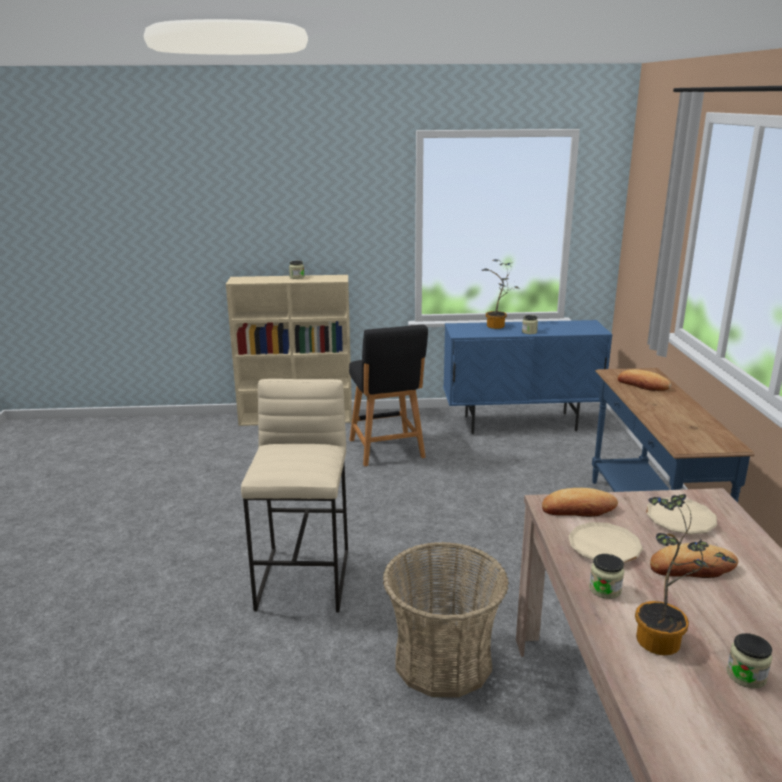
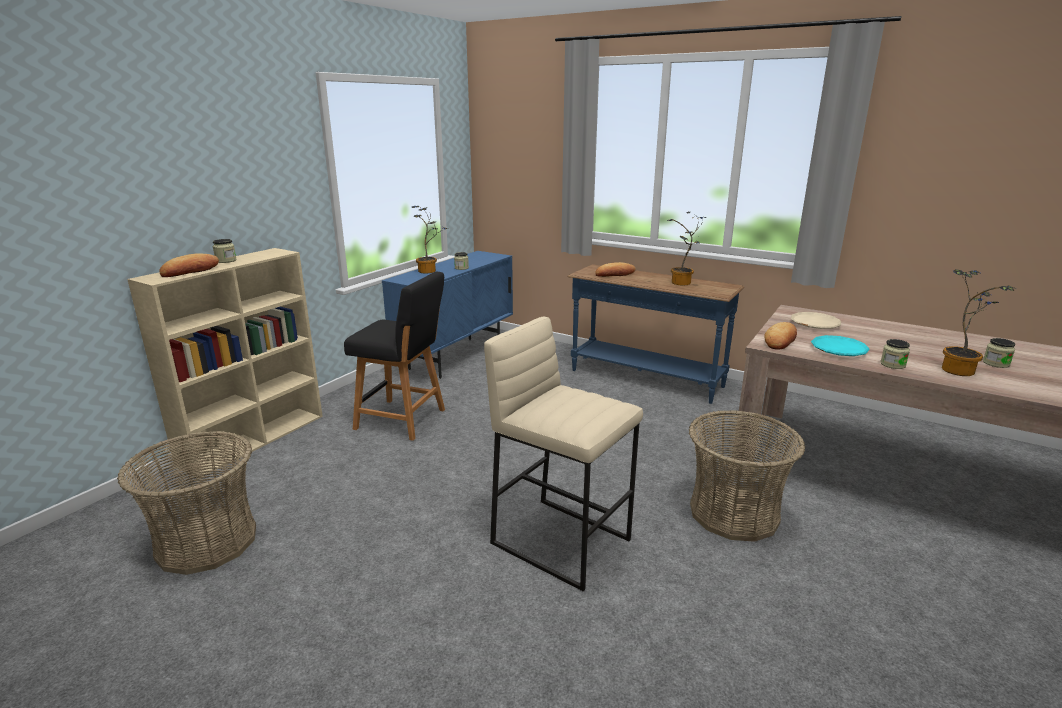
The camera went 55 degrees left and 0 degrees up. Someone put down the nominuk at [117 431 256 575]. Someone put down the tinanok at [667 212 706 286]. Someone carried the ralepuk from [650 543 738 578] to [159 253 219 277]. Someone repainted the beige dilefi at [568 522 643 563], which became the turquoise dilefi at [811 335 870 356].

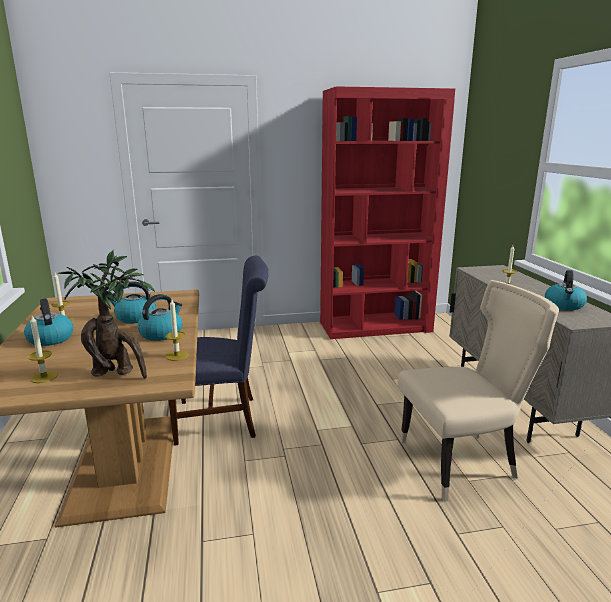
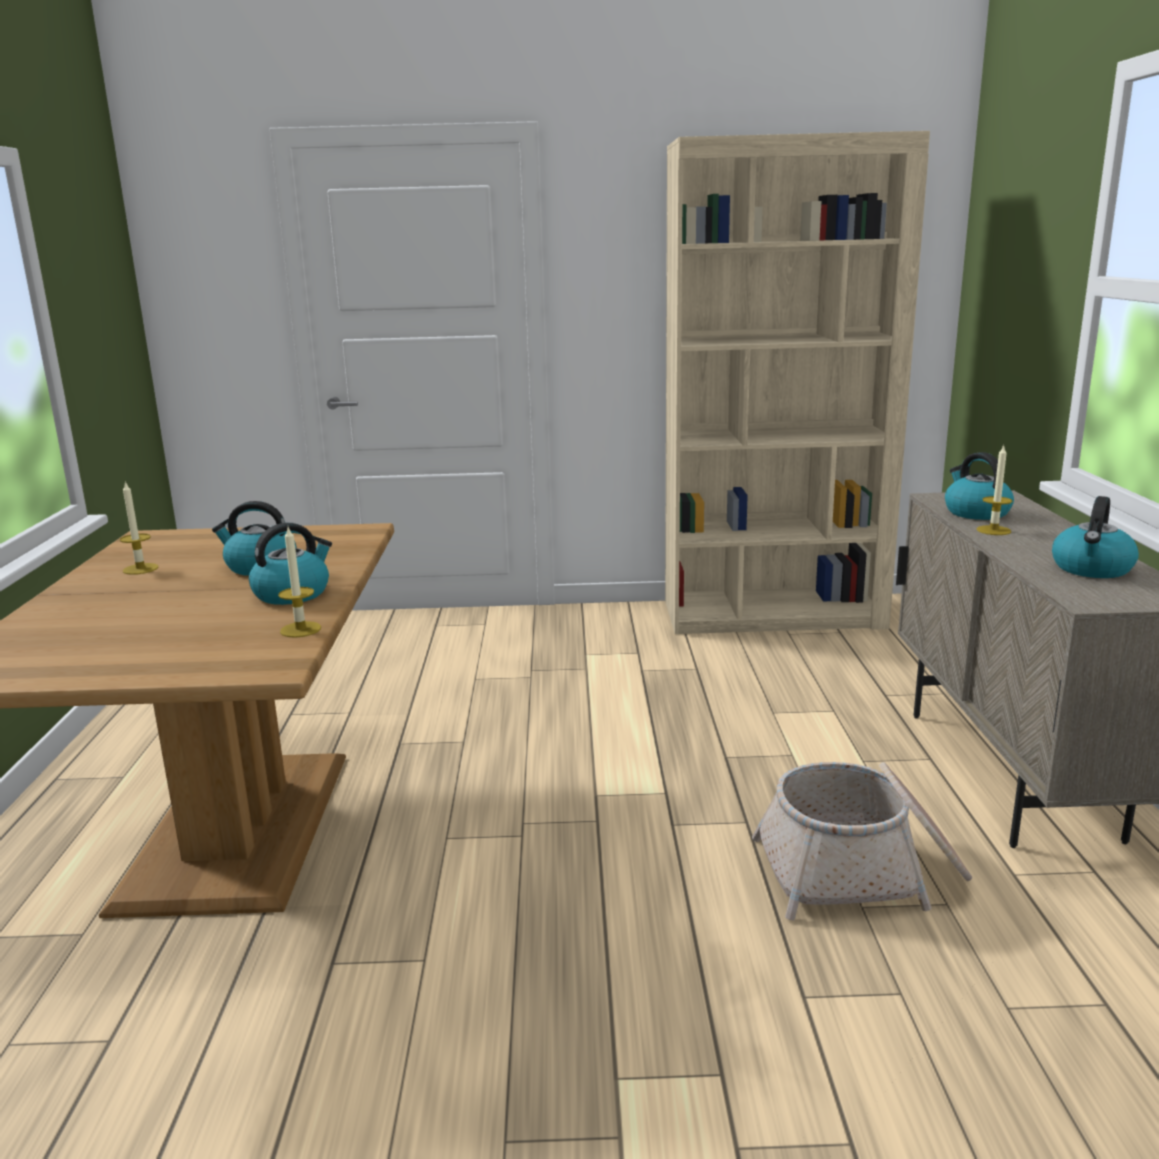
The camera went 10 degrees right and 0 degrees up. Someone took away the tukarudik at [28 316 58 383]. Someone took away the tinanok at [58 250 155 379]. Someone took away the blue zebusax at [168 256 269 446]. Someone carried the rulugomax from [24 298 73 346] to [945 452 1014 520]. Someone swapped the beige zebusax at [398 280 559 502] for the nominuk at [752 762 972 921]. Someone repainted the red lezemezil at [320 86 455 339], which became the beige lezemezil at [665 131 930 634].

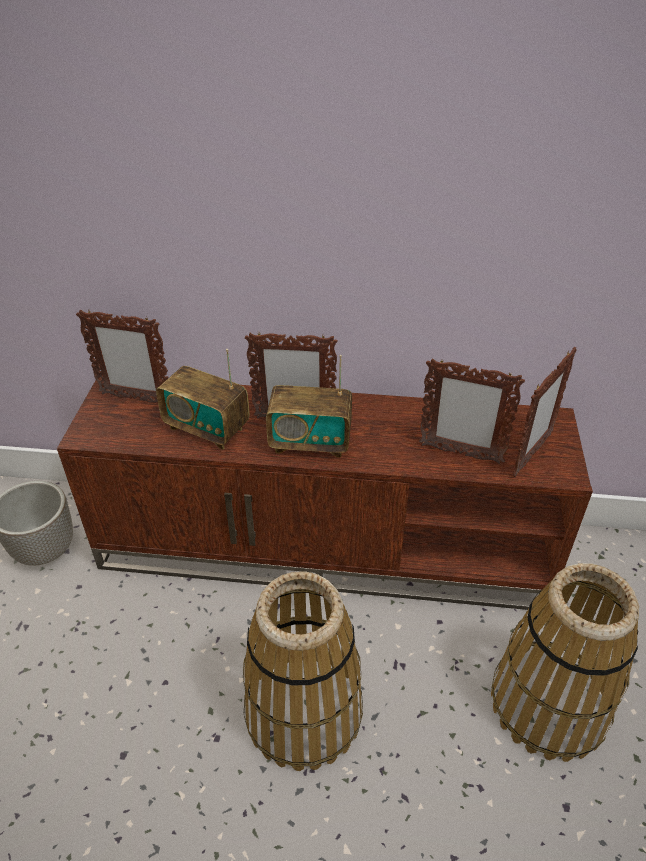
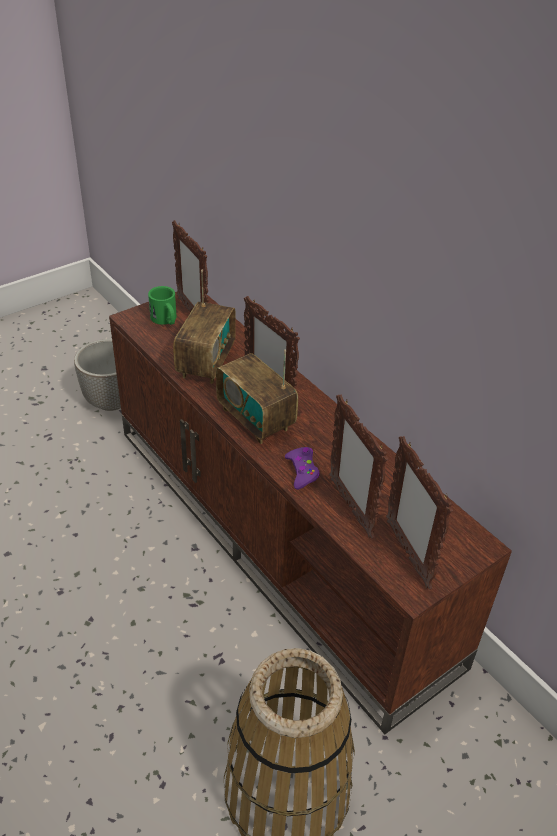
The camera went 45 degrees right and 0 degrees up. Someone took away the nominuk at [243 571 363 771]. Someone put down the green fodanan at [148 286 177 325]. Someone put down the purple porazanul at [285 447 320 490]. Someone rotated the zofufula at [156 349 249 450] by 150 degrees counterclockwise. Someone rotated the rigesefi at [513 347 577 477] by 75 degrees clockwise.

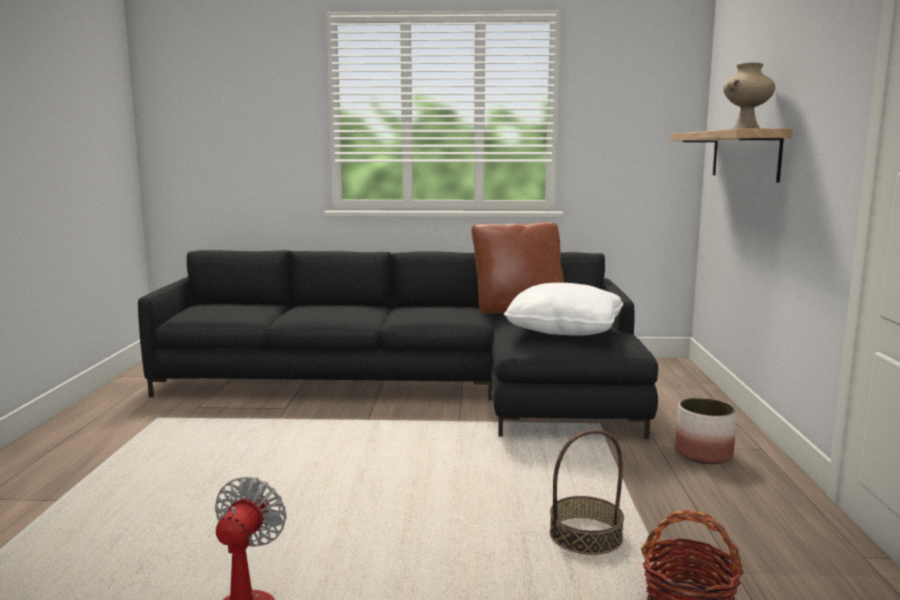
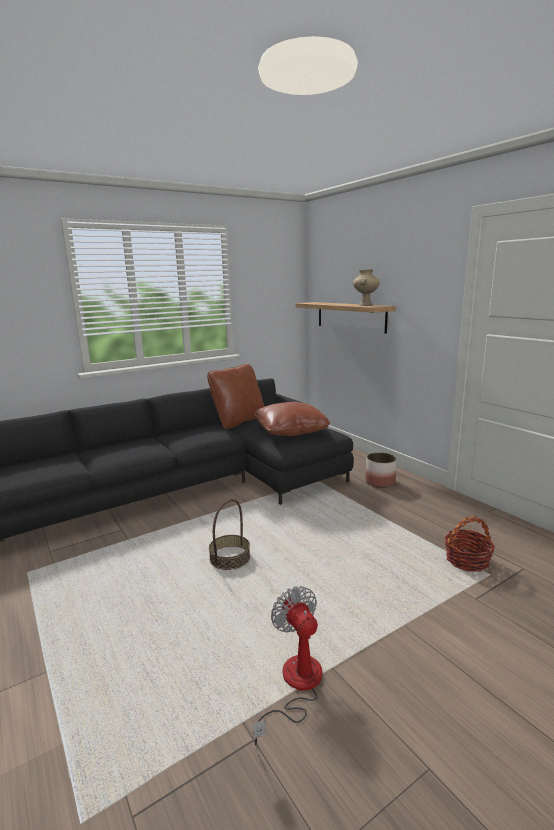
The camera went 35 degrees left and 5 degrees up. Someone carried the nominuk from [550 429 624 555] to [209 499 250 570]. Someone repainted the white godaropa at [504 283 623 336], which became the brown godaropa at [254 402 330 436].

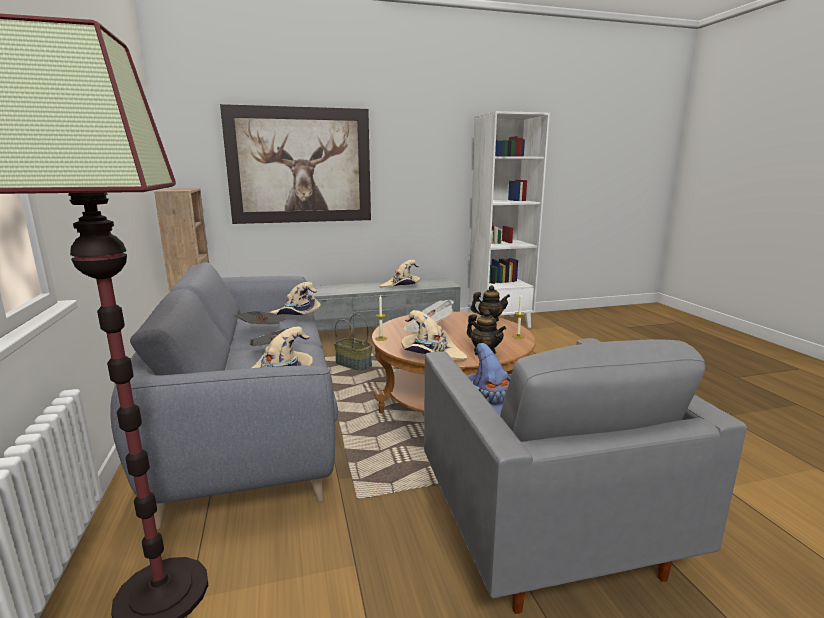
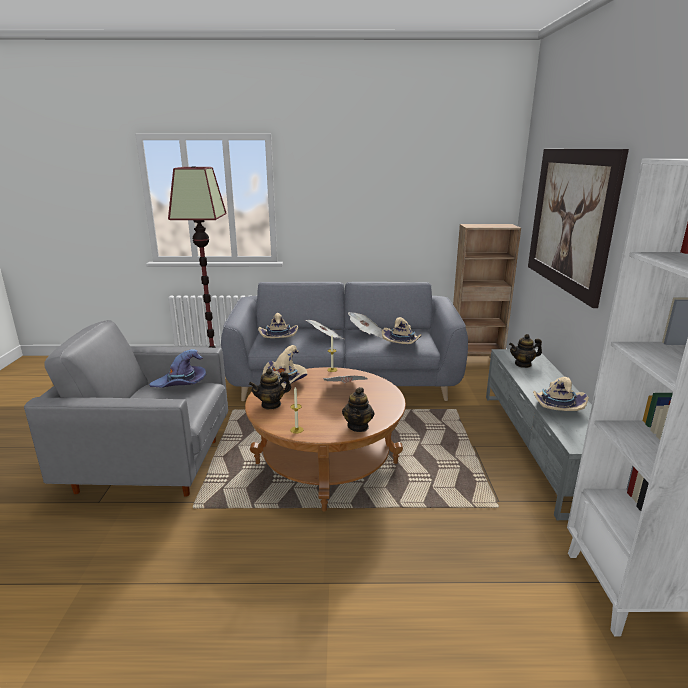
The camera went 105 degrees right and 5 degrees up. Someone took away the nominuk at [334 314 372 371]. Someone put down the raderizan at [509 334 542 368].

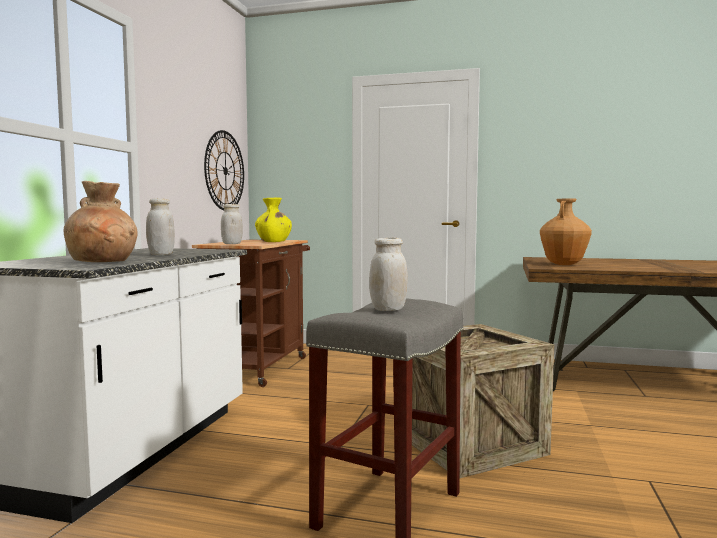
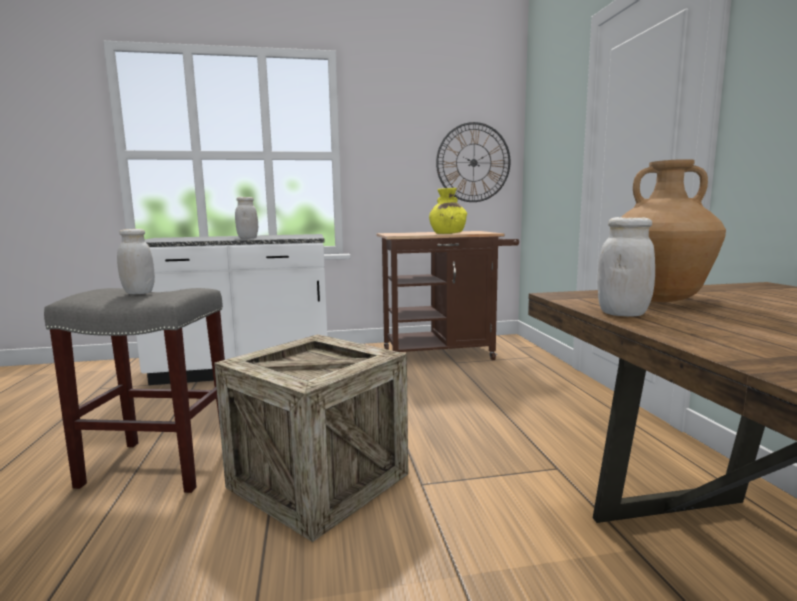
The camera went 65 degrees right and 5 degrees up. Someone took away the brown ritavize at [64 181 138 262]. Someone carried the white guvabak from [221 204 243 244] to [597 217 655 317].

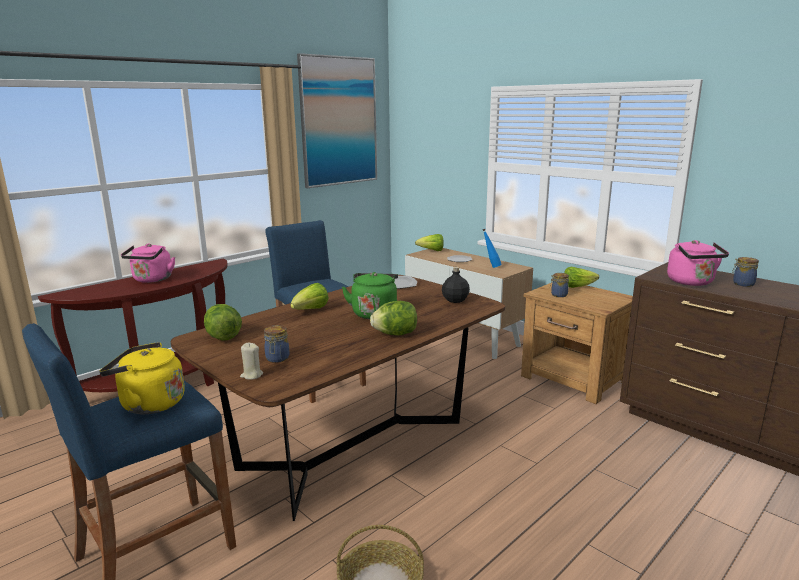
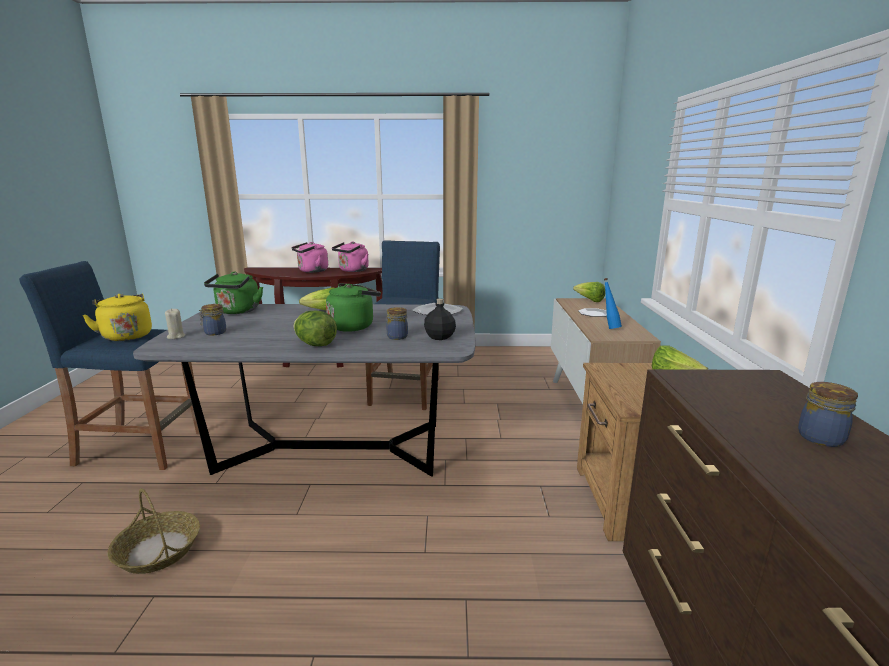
The camera went 45 degrees right and 0 degrees up. Someone took away the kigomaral at [297 53 377 188]. Someone carried the guvabak from [550 273 569 297] to [387 307 408 340]. Someone carried the pink rulugomax from [667 240 729 286] to [332 241 369 272]. Someone swapped the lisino at [204 304 242 340] for the green rulugomax at [204 272 263 314]. Someone repainted the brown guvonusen at [171 275 505 521], which became the grey guvonusen at [133 304 475 477].

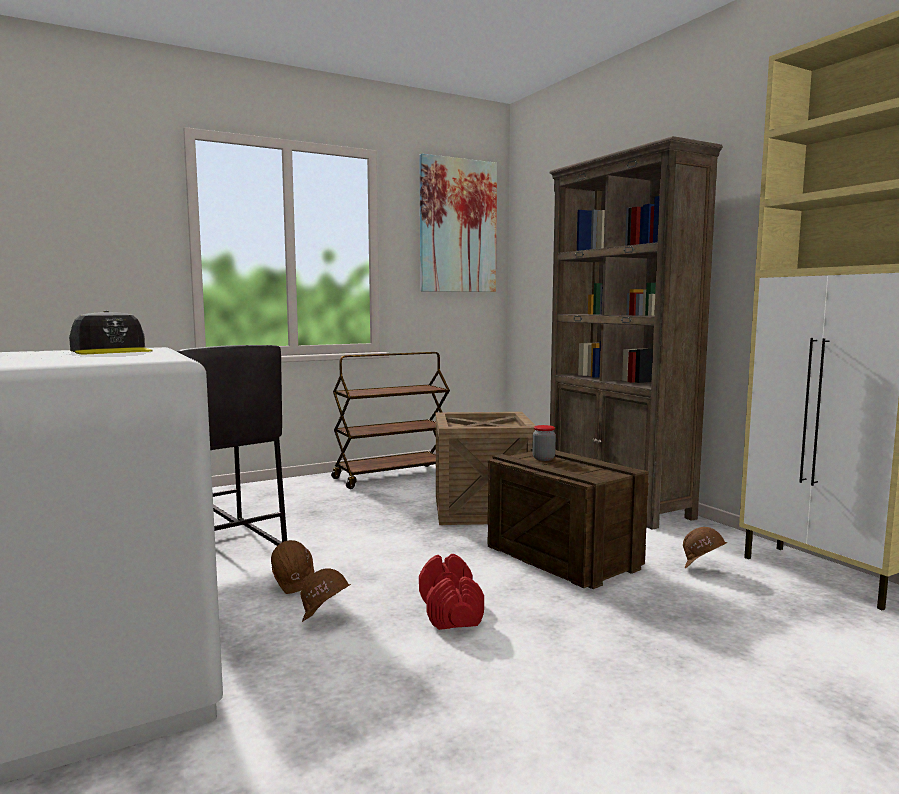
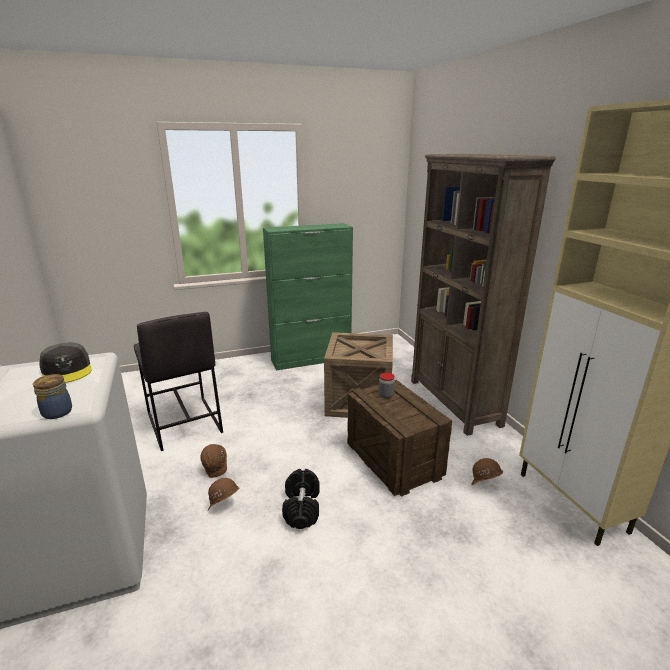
The camera went 10 degrees right and 15 degrees up. Someone took away the kigomaral at [420 154 497 292]. Someone put down the guvabak at [33 374 72 419]. Someone swapped the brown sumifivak at [331 352 450 489] for the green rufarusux at [263 223 353 371]. Someone repainted the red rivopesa at [419 554 484 630], which became the black rivopesa at [282 469 320 529].

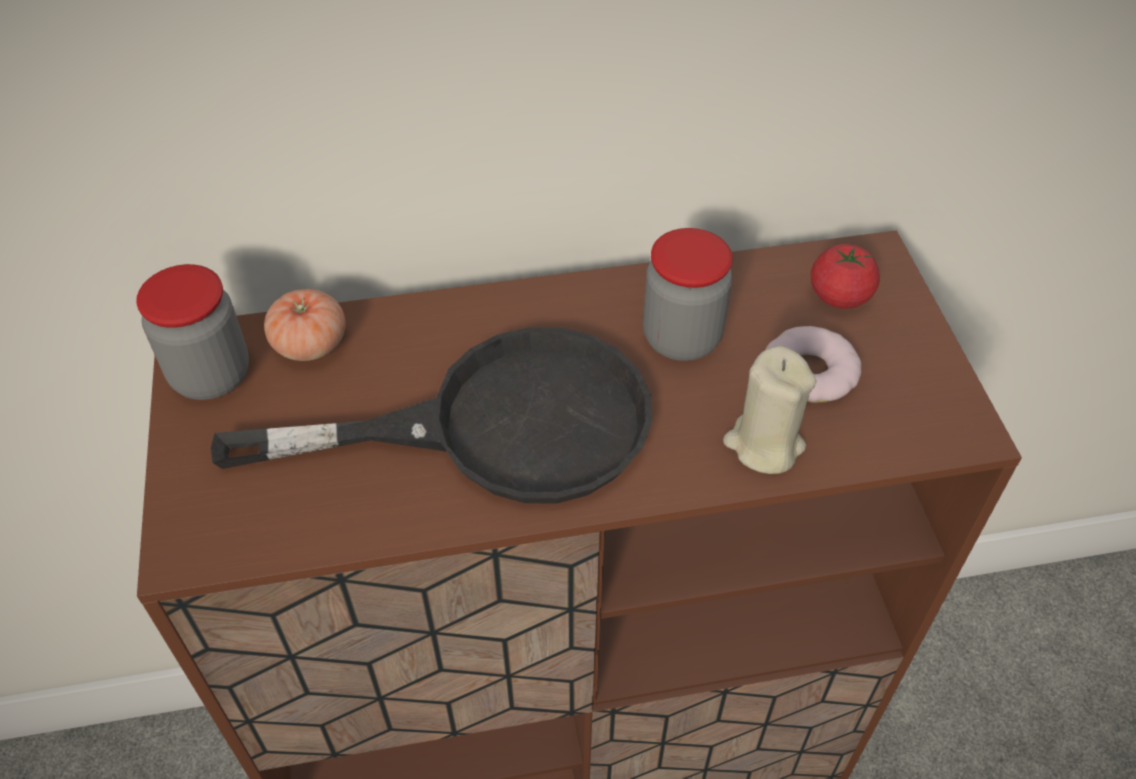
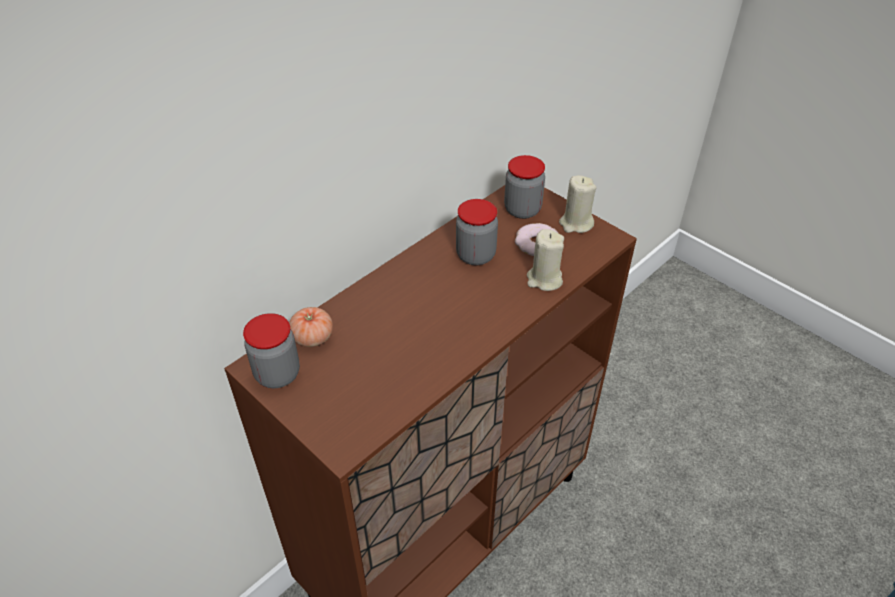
The camera went 35 degrees left and 5 degrees down. Someone took away the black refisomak at [211 327 652 504]. Someone put down the beige tukarudik at [559 175 596 233]. Someone swapped the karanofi at [811 244 880 309] for the guvabak at [504 155 545 219].

